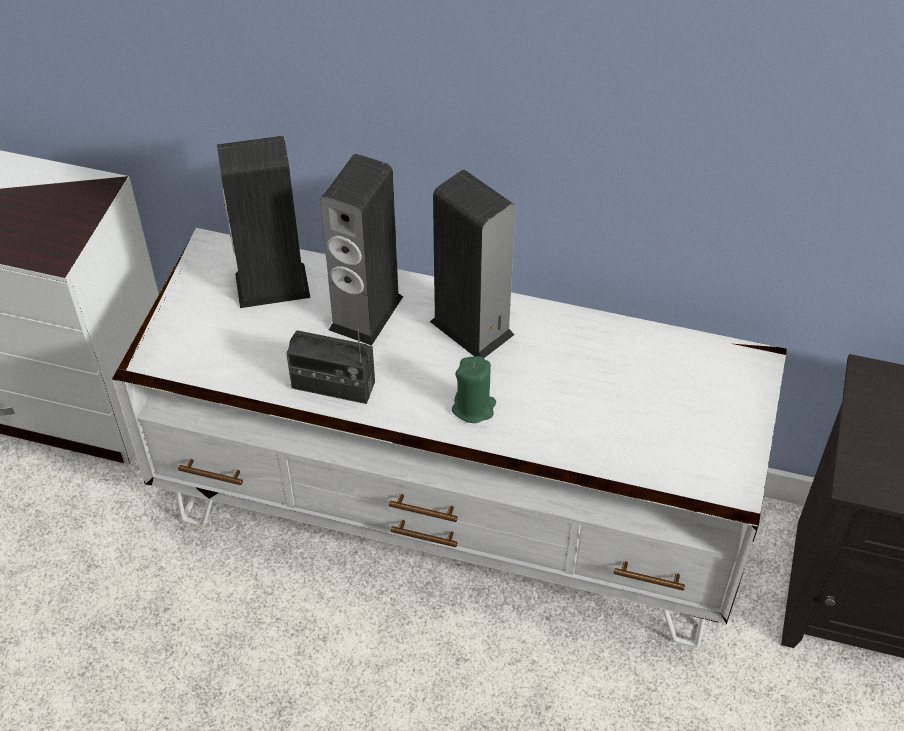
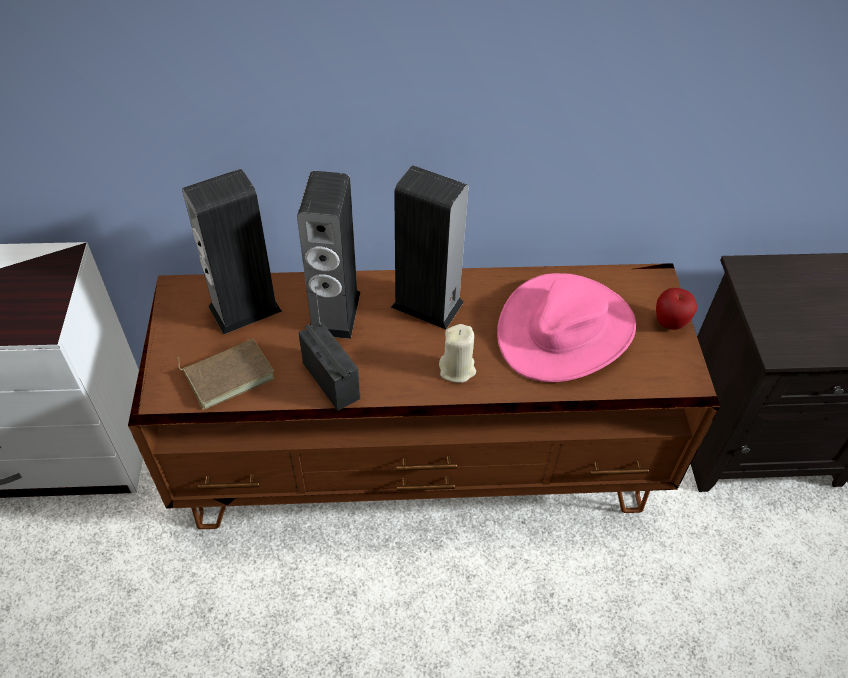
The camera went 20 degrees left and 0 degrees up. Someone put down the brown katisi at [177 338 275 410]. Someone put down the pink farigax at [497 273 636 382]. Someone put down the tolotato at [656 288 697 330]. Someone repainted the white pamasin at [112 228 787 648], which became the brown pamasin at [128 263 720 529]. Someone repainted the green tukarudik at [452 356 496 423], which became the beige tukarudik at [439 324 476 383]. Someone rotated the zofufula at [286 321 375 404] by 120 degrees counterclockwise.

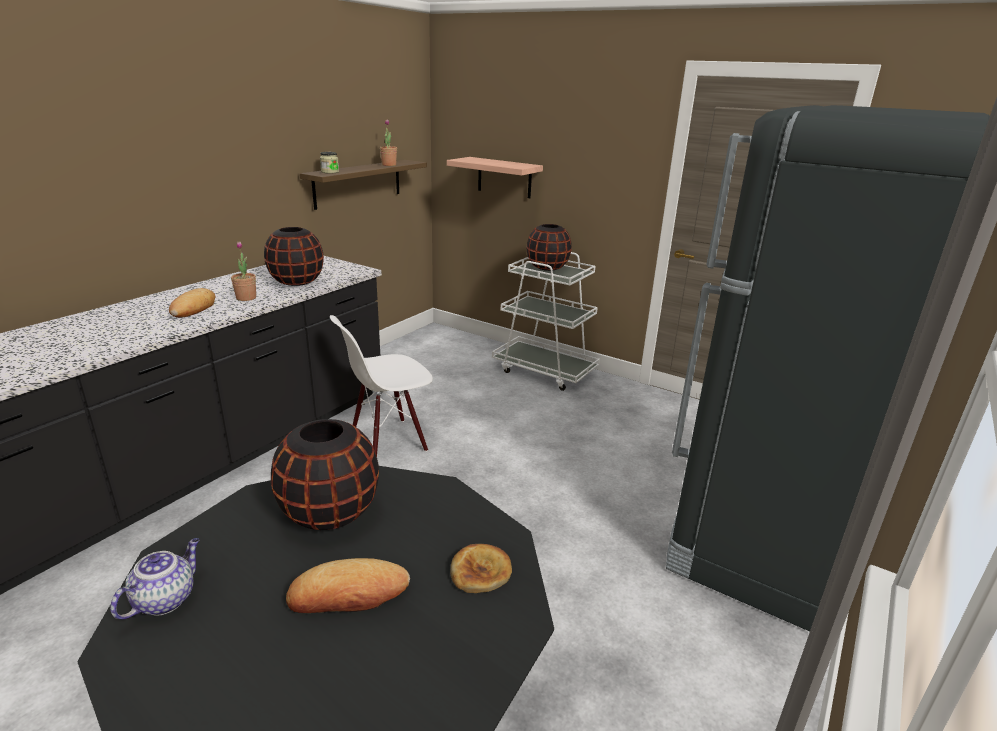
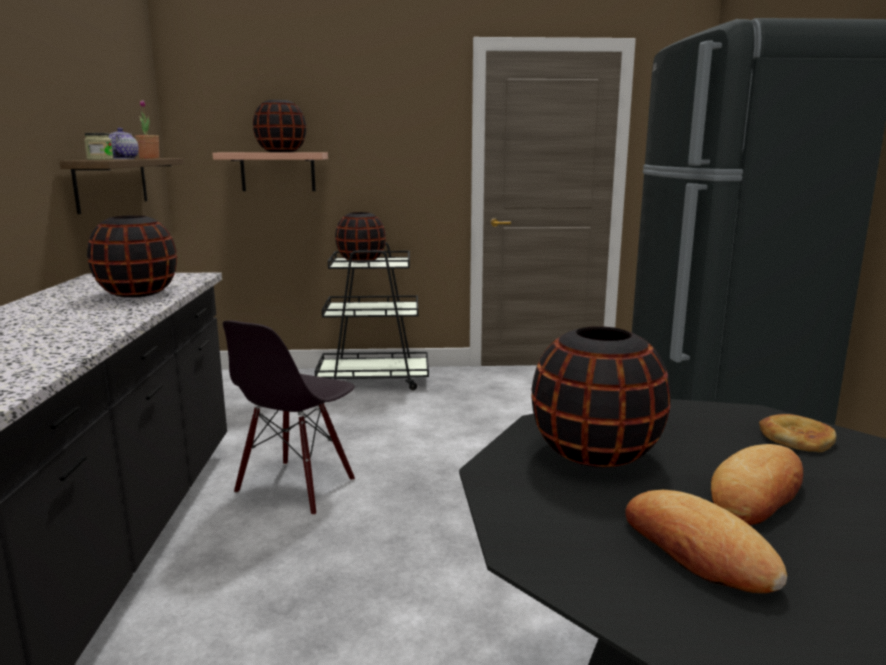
The camera went 35 degrees left and 10 degrees down. Someone took away the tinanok at [231 242 256 301]. Someone put down the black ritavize at [253 100 306 152]. Someone carried the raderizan from [110 538 199 619] to [109 128 139 159]. Someone carried the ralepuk from [169 288 216 318] to [625 490 787 593]. Someone repainted the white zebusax at [330 315 433 456], which became the black zebusax at [223 320 355 516]. Someone repainted the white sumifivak at [492 252 600 391], which became the black sumifivak at [315 243 429 390].

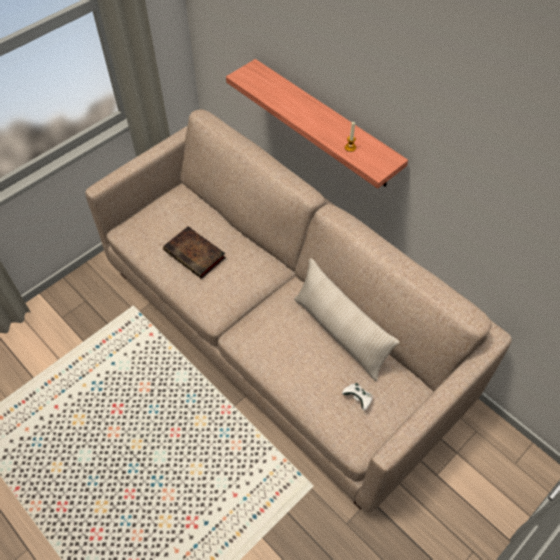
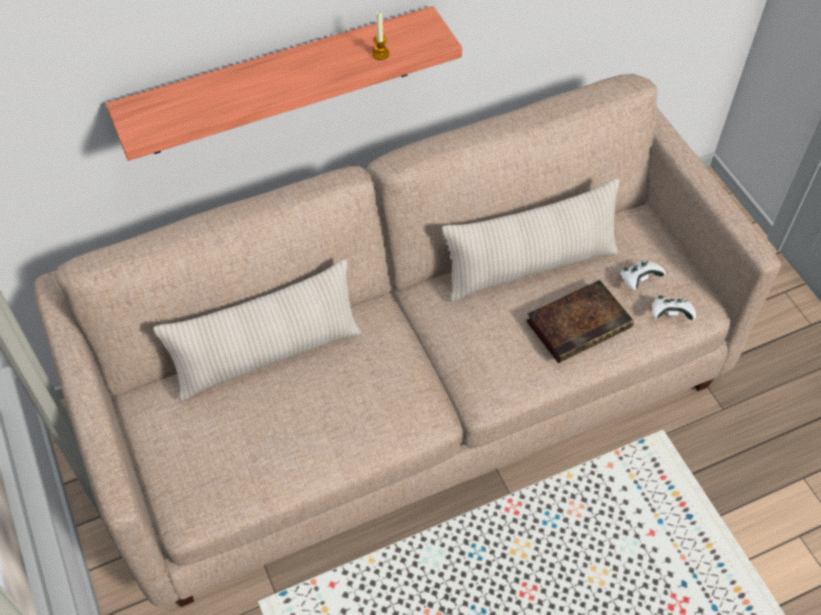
The camera went 70 degrees left and 0 degrees up. Someone put down the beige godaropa at [153 259 361 401]. Someone put down the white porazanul at [652 296 696 320]. Someone carried the katisi from [163 226 226 279] to [526 280 634 363].

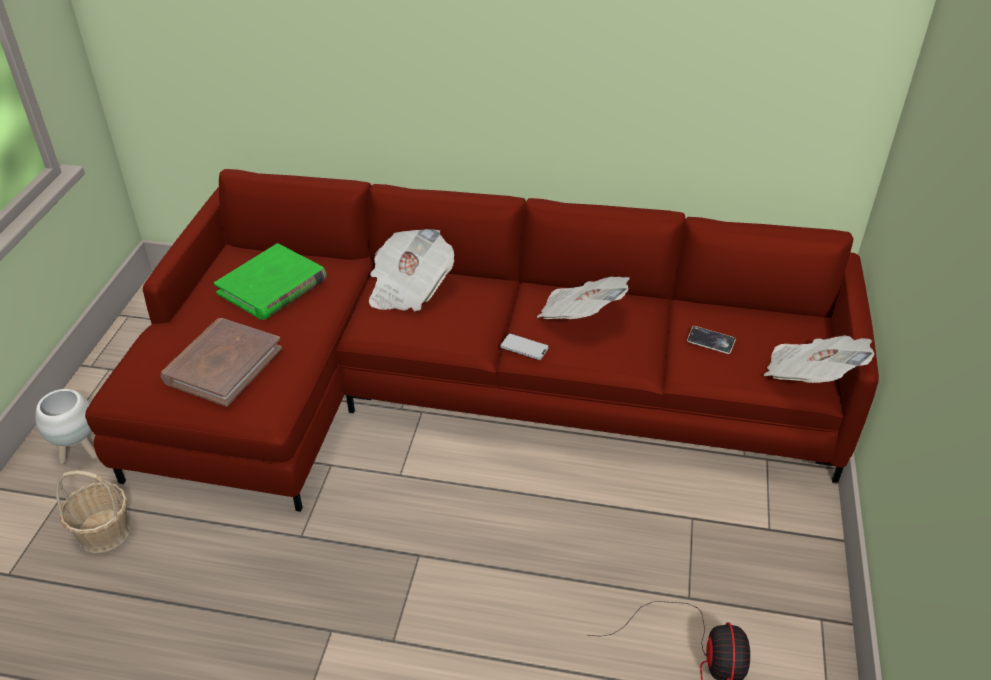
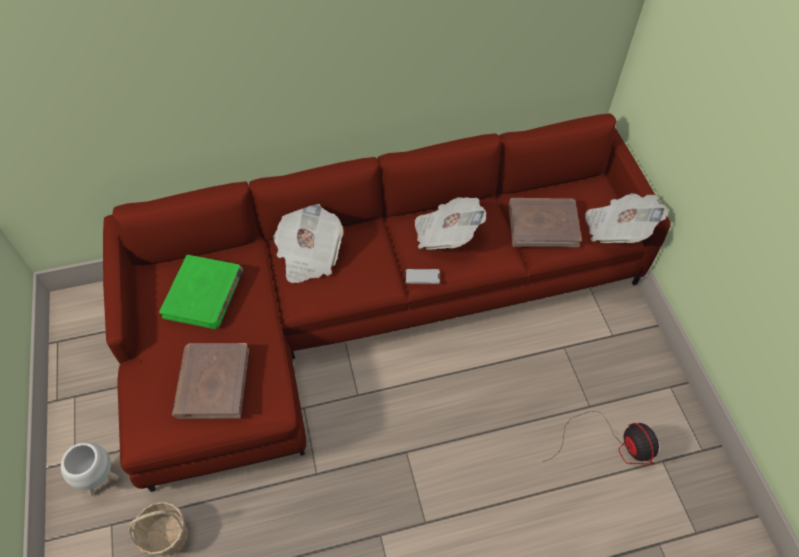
The camera went 25 degrees left and 15 degrees up. Someone swapped the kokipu at [687 326 736 354] for the brown katisi at [509 198 582 248].

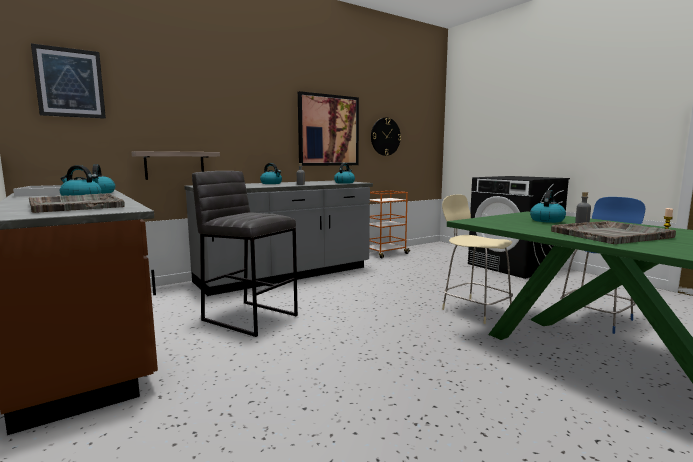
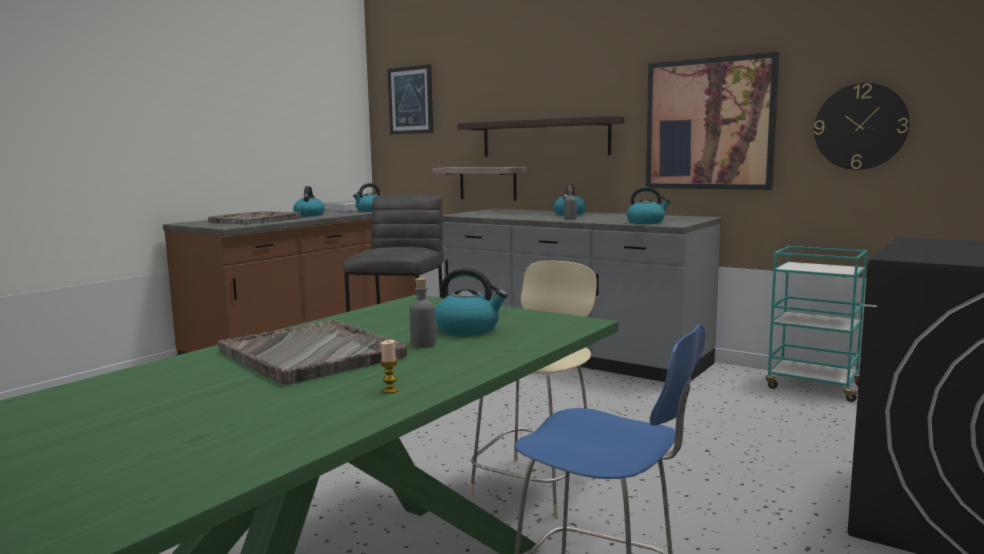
The camera went 70 degrees right and 0 degrees up. Someone put up the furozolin at [457 116 624 157]. Someone repainted the orange sumifivak at [369 191 410 258], which became the turquoise sumifivak at [765 246 867 402].

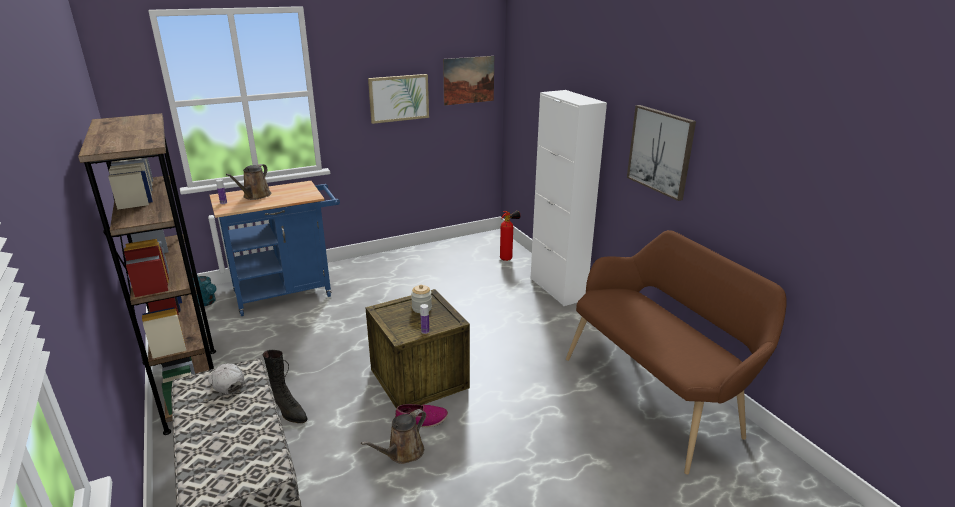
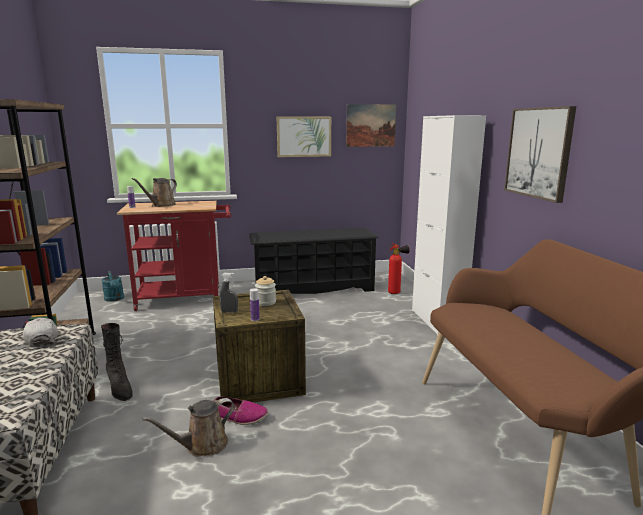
The camera went 15 degrees right and 10 degrees down. Someone put down the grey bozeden at [220 273 238 313]. Someone put down the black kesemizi at [249 228 379 294]. Someone repainted the blue sumifivak at [210 181 340 316], which became the red sumifivak at [117 201 231 311].

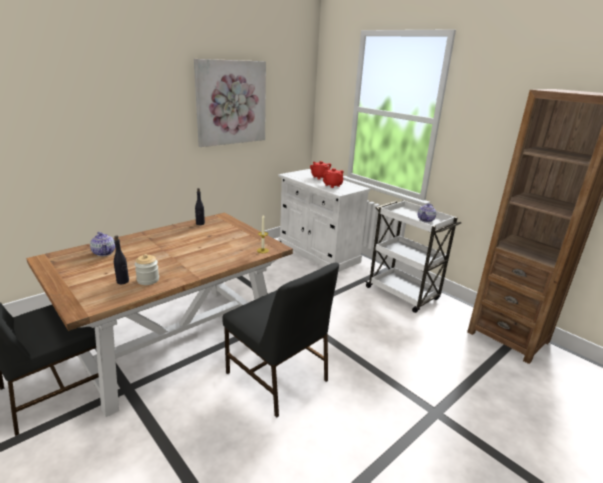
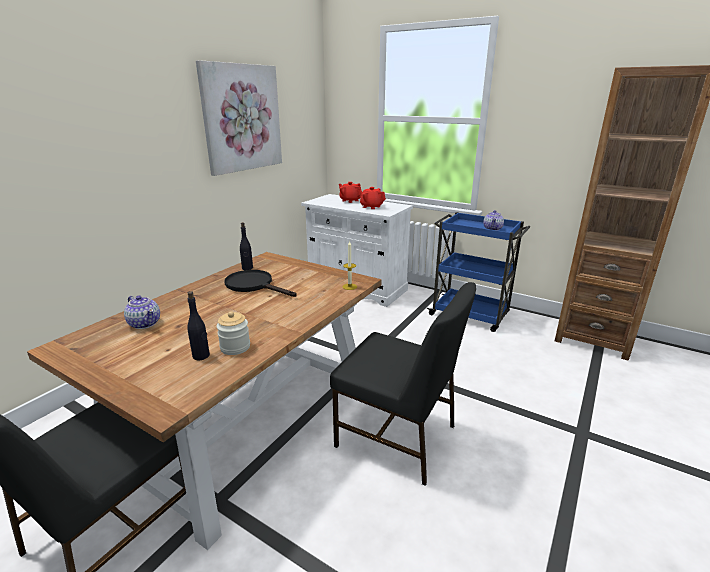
The camera went 15 degrees left and 0 degrees up. Someone put down the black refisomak at [224 270 297 297]. Someone repainted the white sumifivak at [365 200 461 313], which became the blue sumifivak at [427 212 530 332].

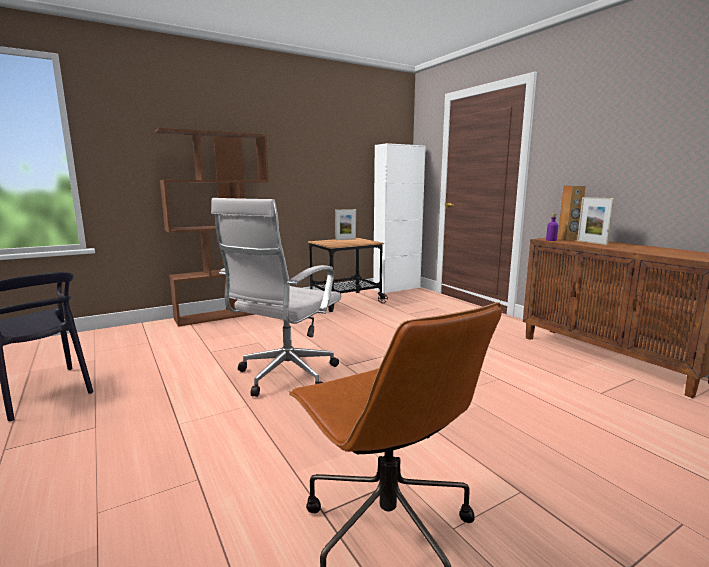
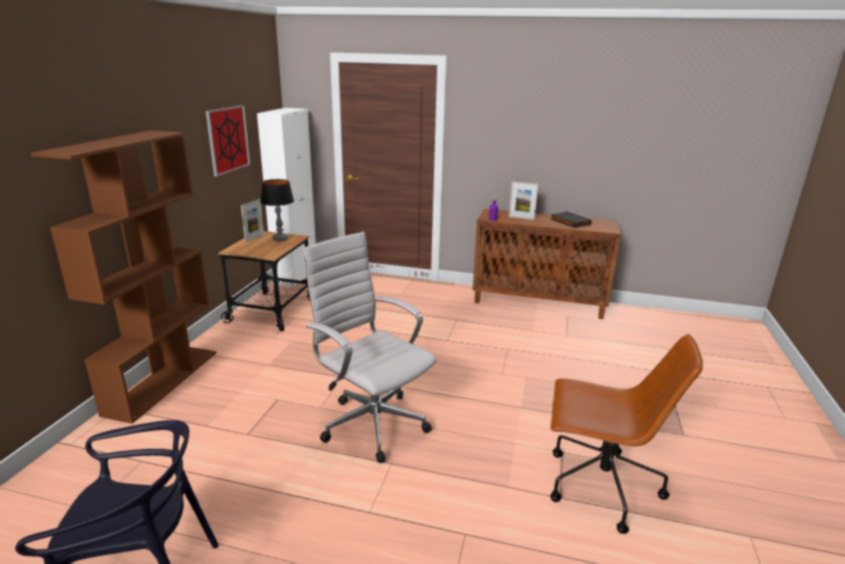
The camera went 45 degrees left and 10 degrees up. Someone took away the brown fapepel at [558 186 586 240]. Someone put up the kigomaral at [206 105 250 177]. Someone put down the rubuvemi at [261 179 294 241]. Someone put down the black katisi at [551 211 592 228]. Someone rotated the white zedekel at [211 198 341 397] by 150 degrees clockwise.

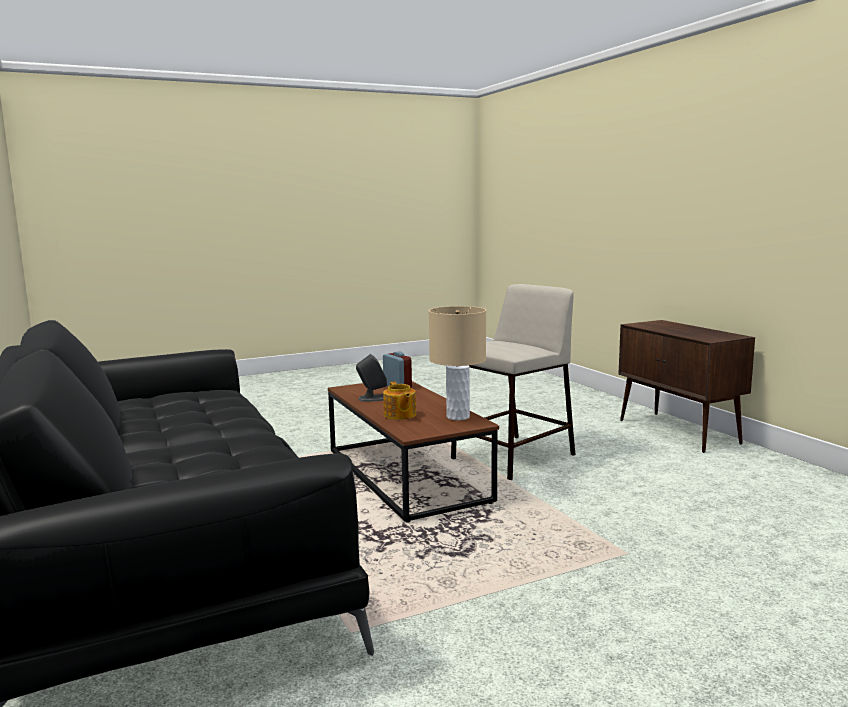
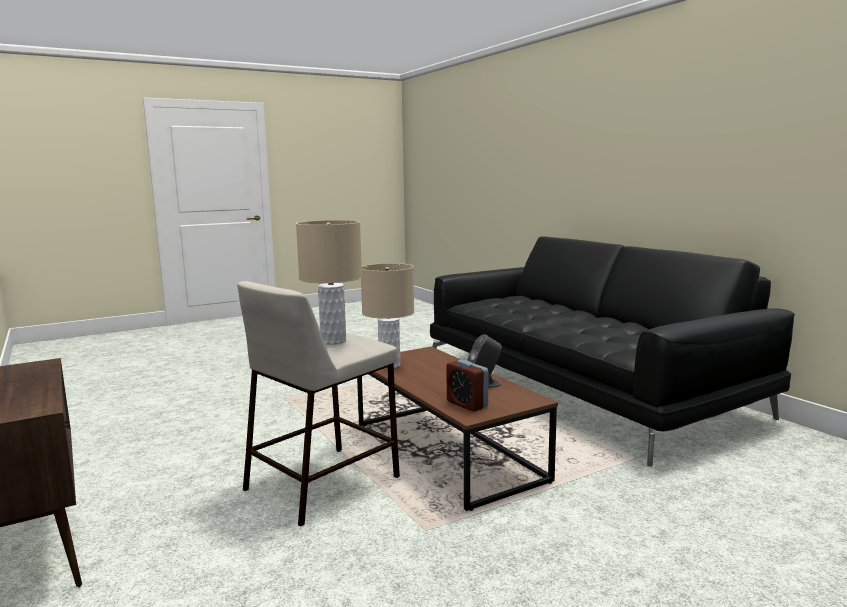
The camera went 175 degrees right and 0 degrees up. Someone took away the raderizan at [383 382 416 420]. Someone put down the beige rubuvemi at [296 220 362 345].

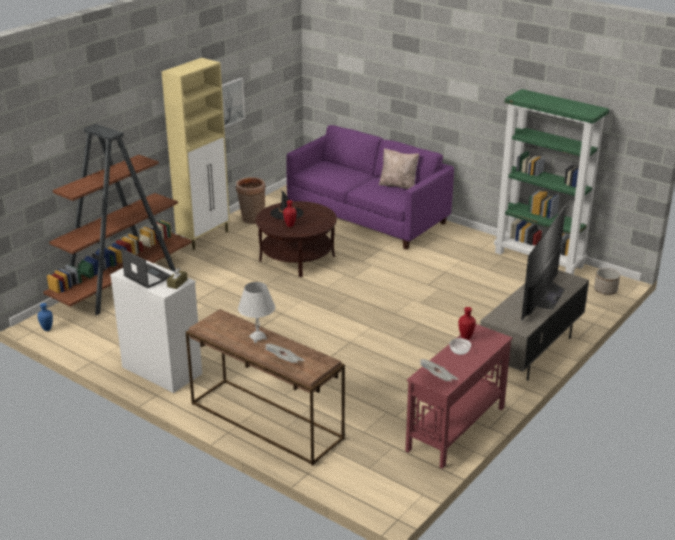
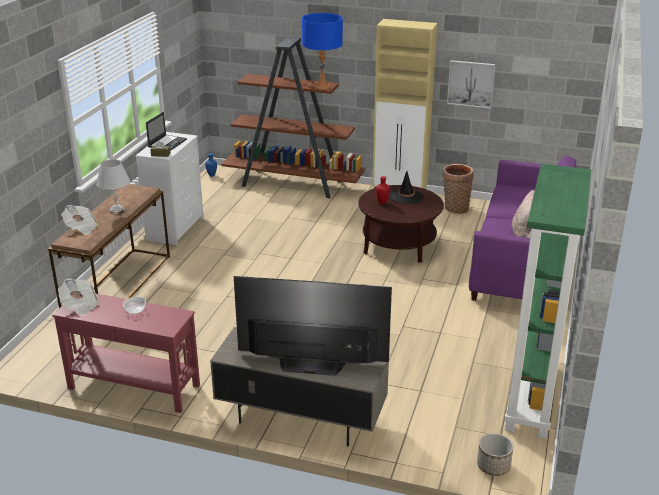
The camera went 70 degrees right and 0 degrees up. Someone took away the red ritavize at [458 307 476 340]. Someone put down the blue rubuvemi at [302 13 343 89].

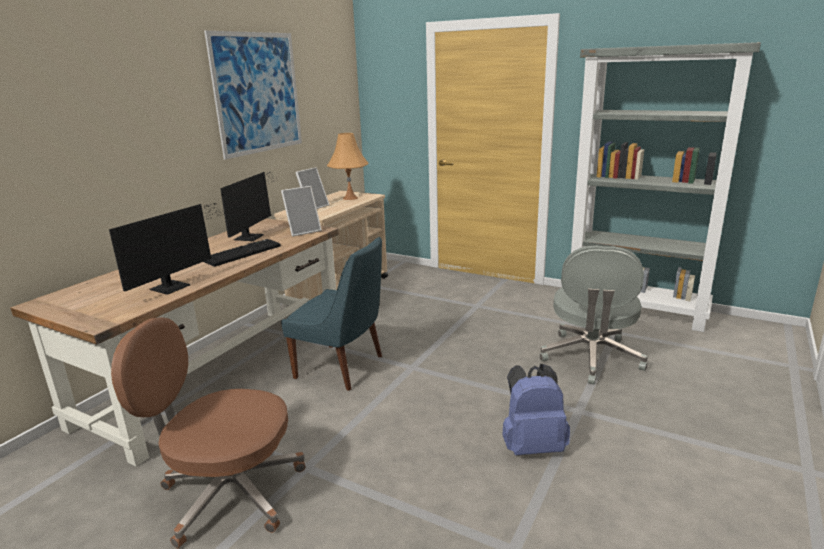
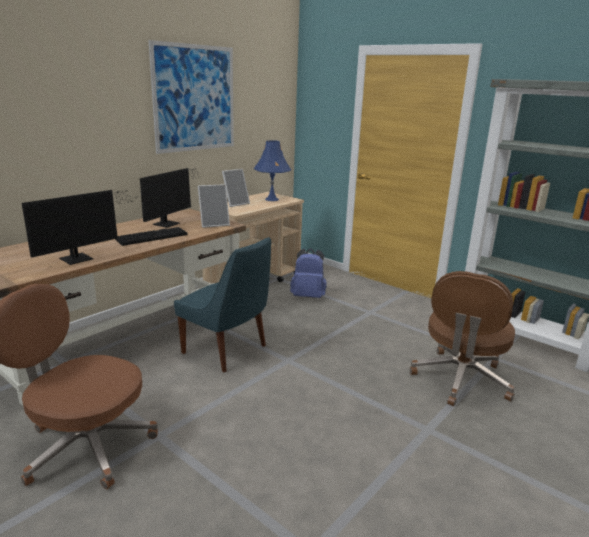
The camera went 10 degrees right and 0 degrees up. Someone carried the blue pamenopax from [502 364 570 456] to [290 248 326 298]. Someone repainted the orange rubuvemi at [327 133 369 200], which became the blue rubuvemi at [254 140 291 201]. Someone repainted the grey zedekel at [539 246 647 385], which became the brown zedekel at [410 271 515 406].

